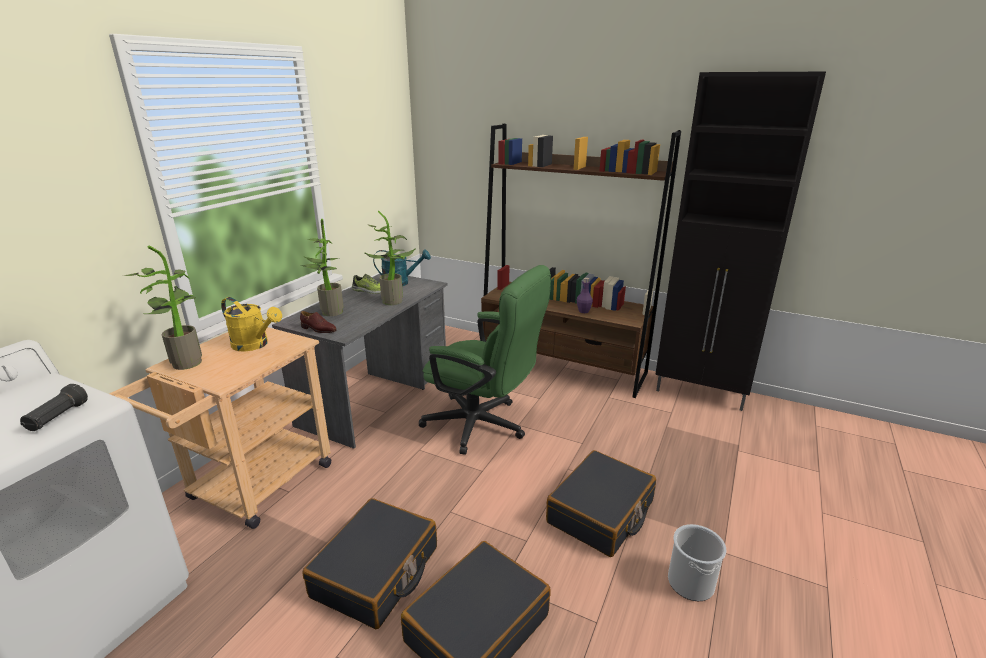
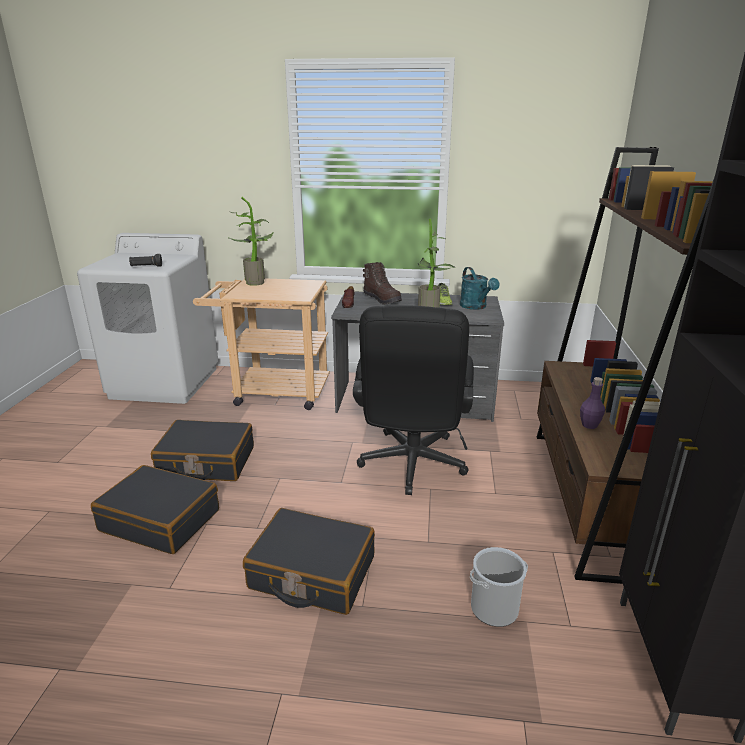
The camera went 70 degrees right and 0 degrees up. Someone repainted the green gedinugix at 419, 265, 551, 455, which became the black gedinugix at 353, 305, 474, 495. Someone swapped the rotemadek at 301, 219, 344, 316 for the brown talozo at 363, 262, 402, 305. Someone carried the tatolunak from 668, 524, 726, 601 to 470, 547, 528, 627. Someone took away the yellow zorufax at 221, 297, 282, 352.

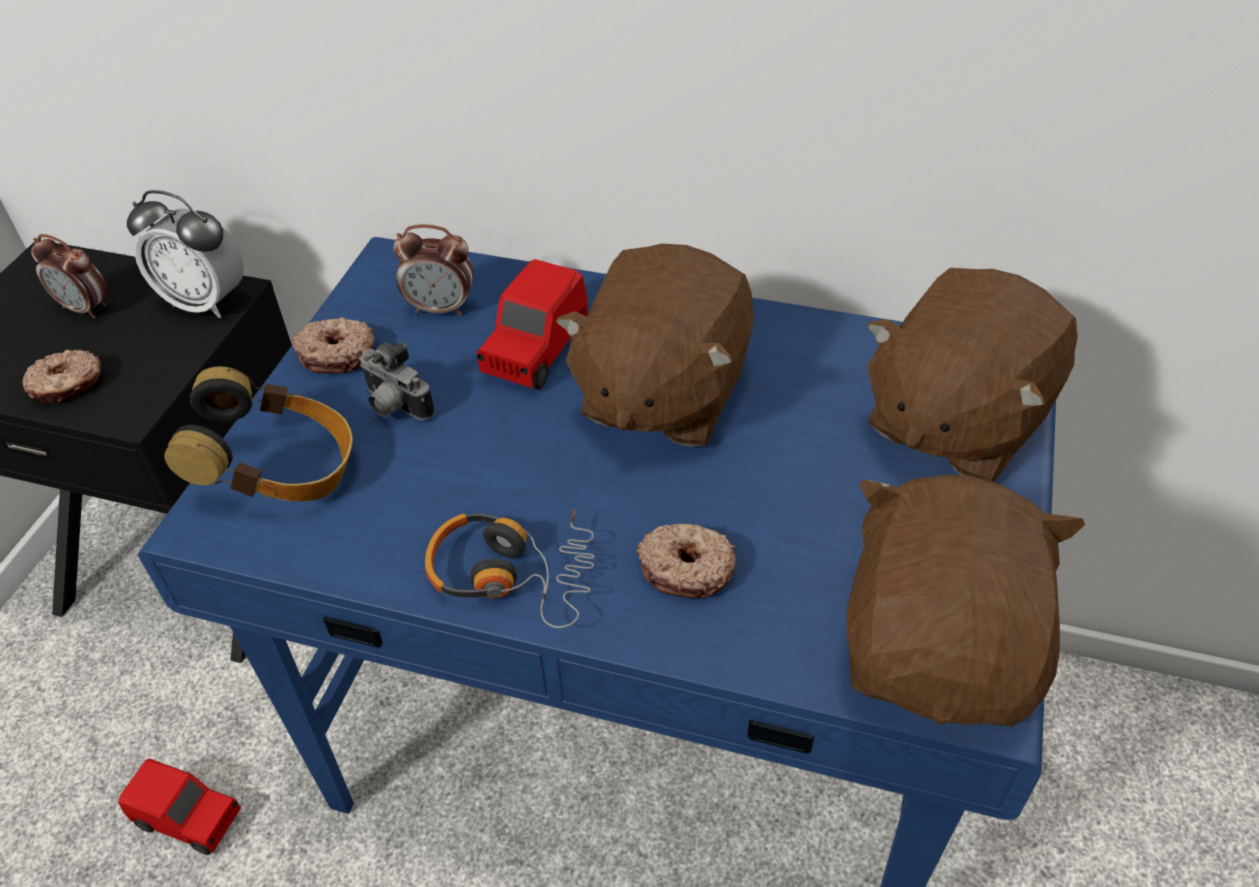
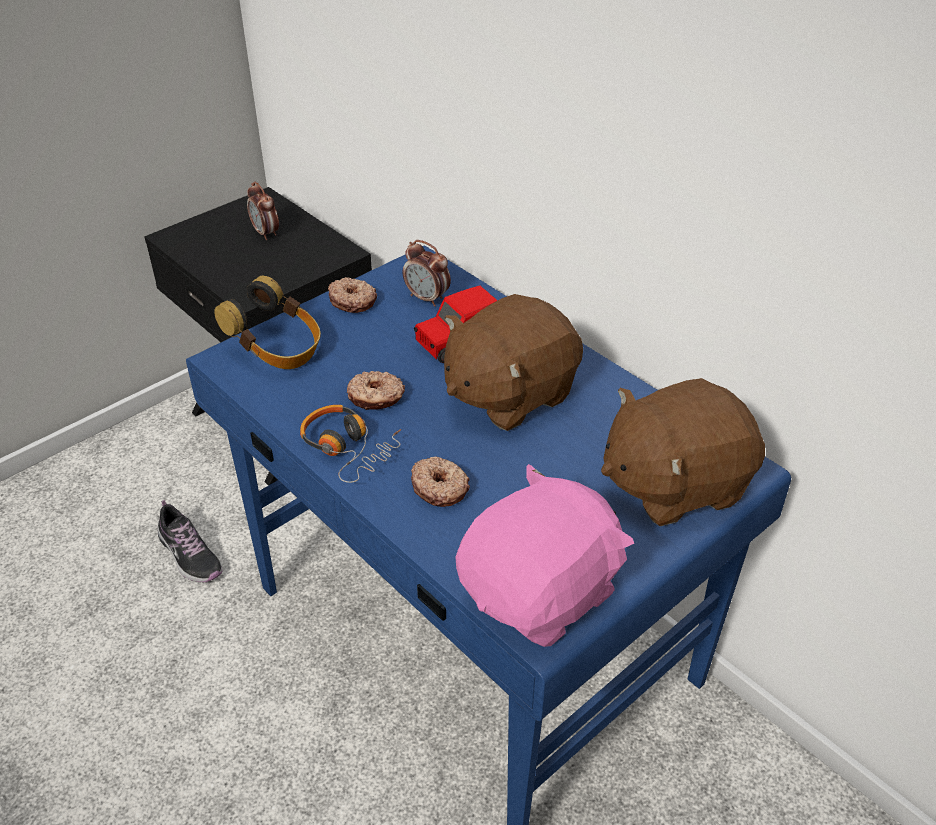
The camera went 30 degrees right and 5 degrees down. Someone swapped the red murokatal at 118, 758, 241, 855 for the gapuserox at 157, 500, 223, 582. Someone carried the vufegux from 22, 350, 101, 403 to 347, 371, 405, 410. Someone repainted the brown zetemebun at 847, 475, 1085, 726, which became the pink zetemebun at 455, 464, 634, 647. Someone took away the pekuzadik at 127, 190, 244, 318. Someone took away the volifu at 360, 342, 435, 420.

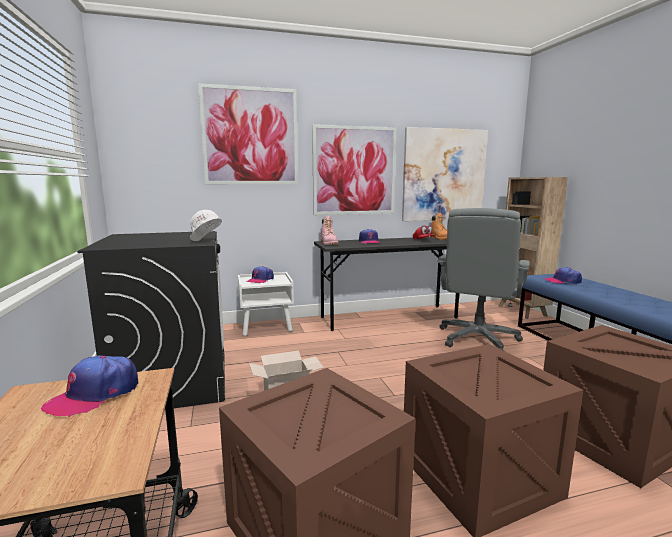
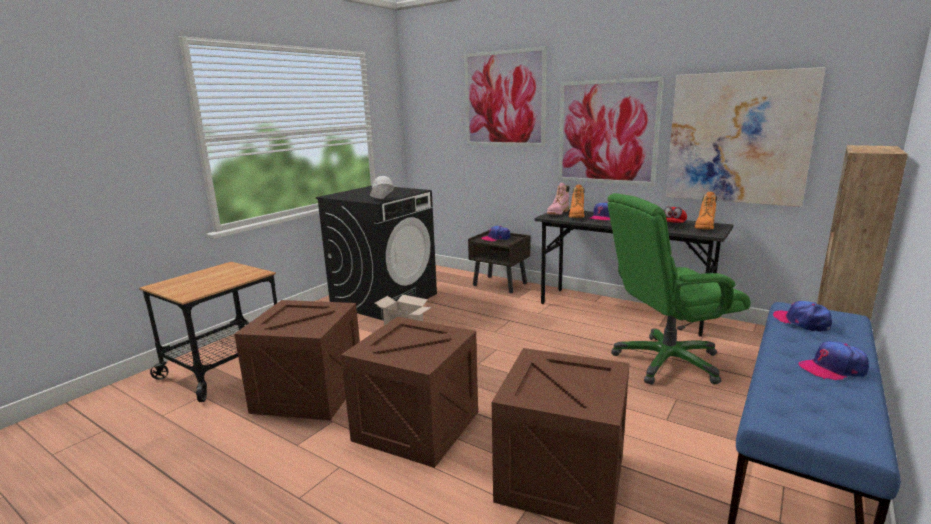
The camera went 50 degrees right and 5 degrees up. Someone repainted the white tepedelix at 238, 272, 294, 336, which became the brown tepedelix at 468, 230, 530, 293. Someone put down the orange talozo at 569, 185, 585, 218. Someone repainted the grey gedinugix at 437, 208, 530, 351, which became the green gedinugix at 608, 193, 751, 384. Someone carried the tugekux from 41, 355, 138, 417 to 799, 341, 869, 380.

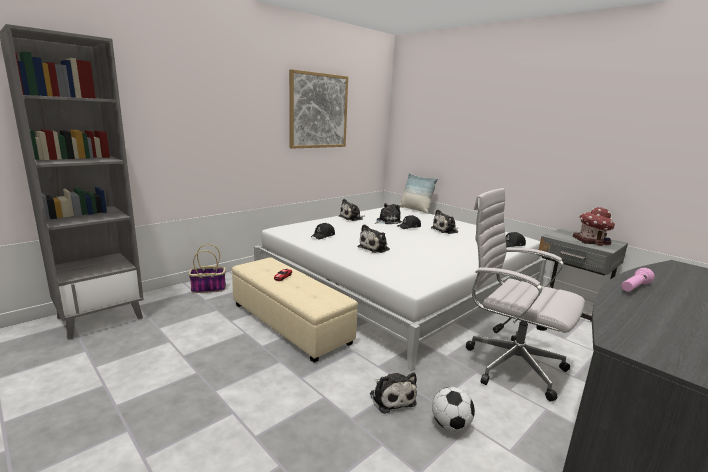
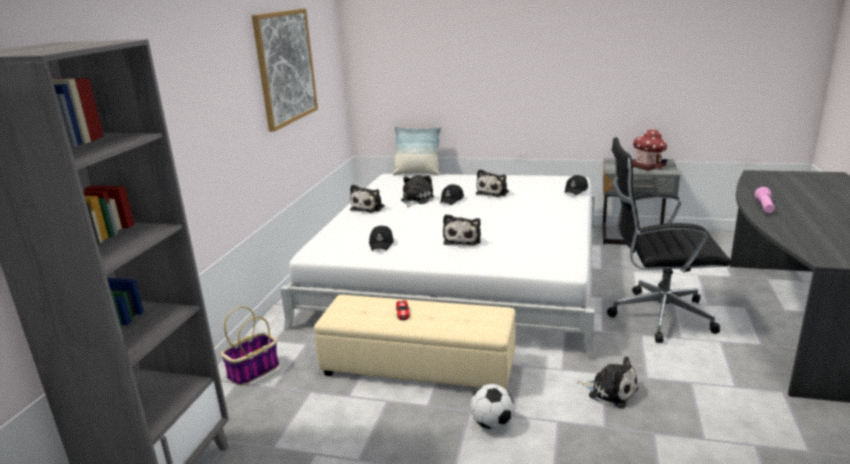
The camera went 30 degrees left and 5 degrees up. Someone carried the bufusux from 432, 387, 475, 432 to 470, 384, 514, 429. Someone repainted the white gedinugix at 466, 188, 585, 401, which became the black gedinugix at 607, 137, 731, 343.

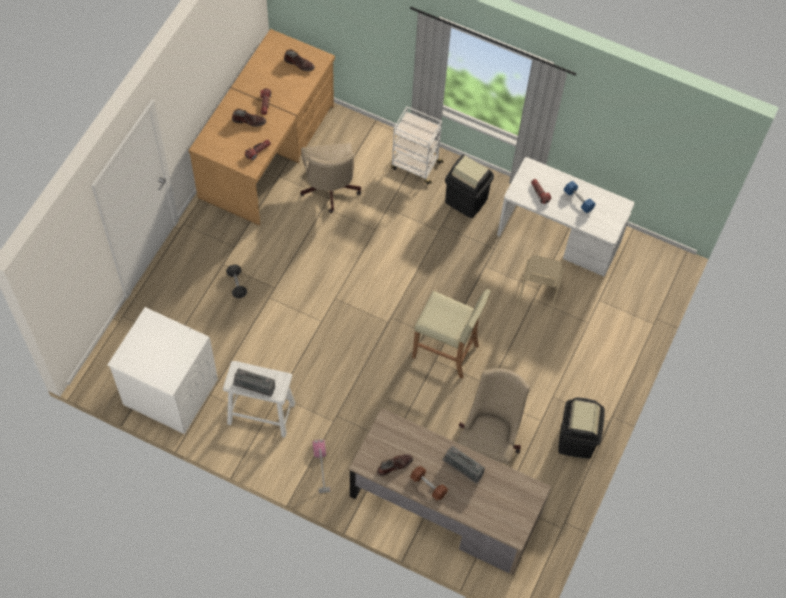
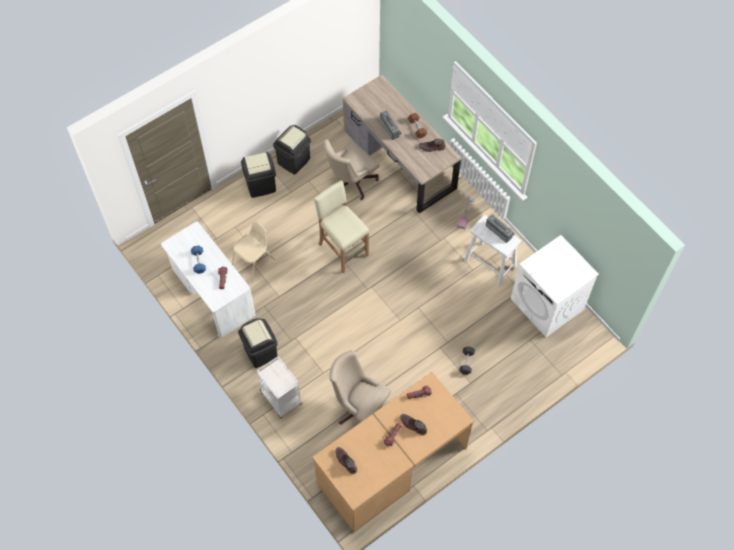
The camera went 150 degrees left and 0 degrees up. Someone put down the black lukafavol at 241, 152, 276, 198. Someone rotated the beige gedinugix at 300, 142, 361, 213 by 75 degrees counterclockwise.

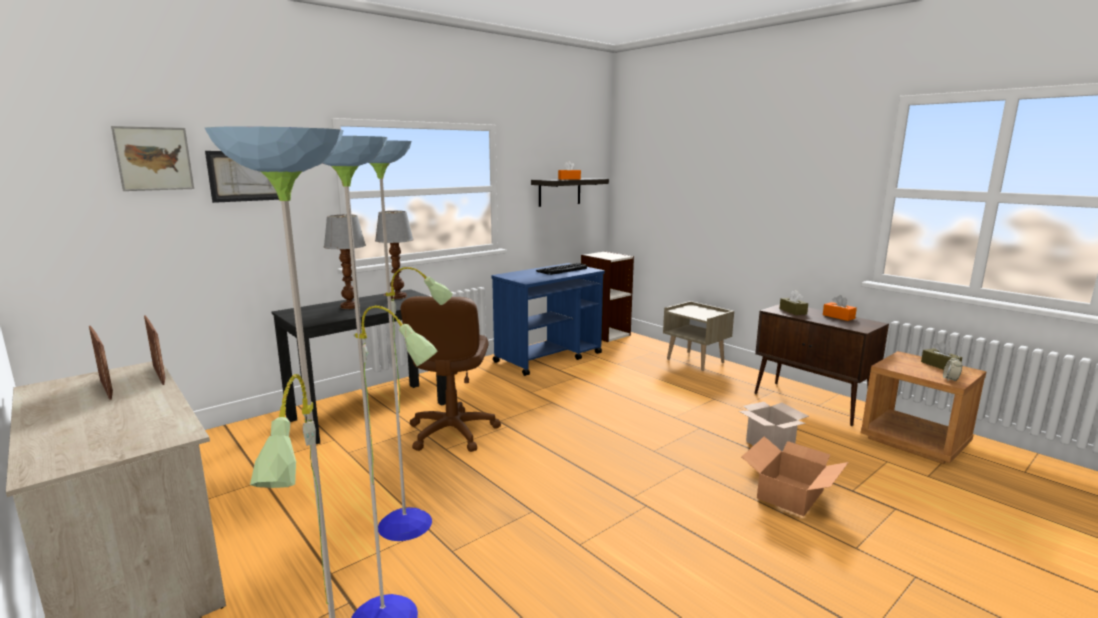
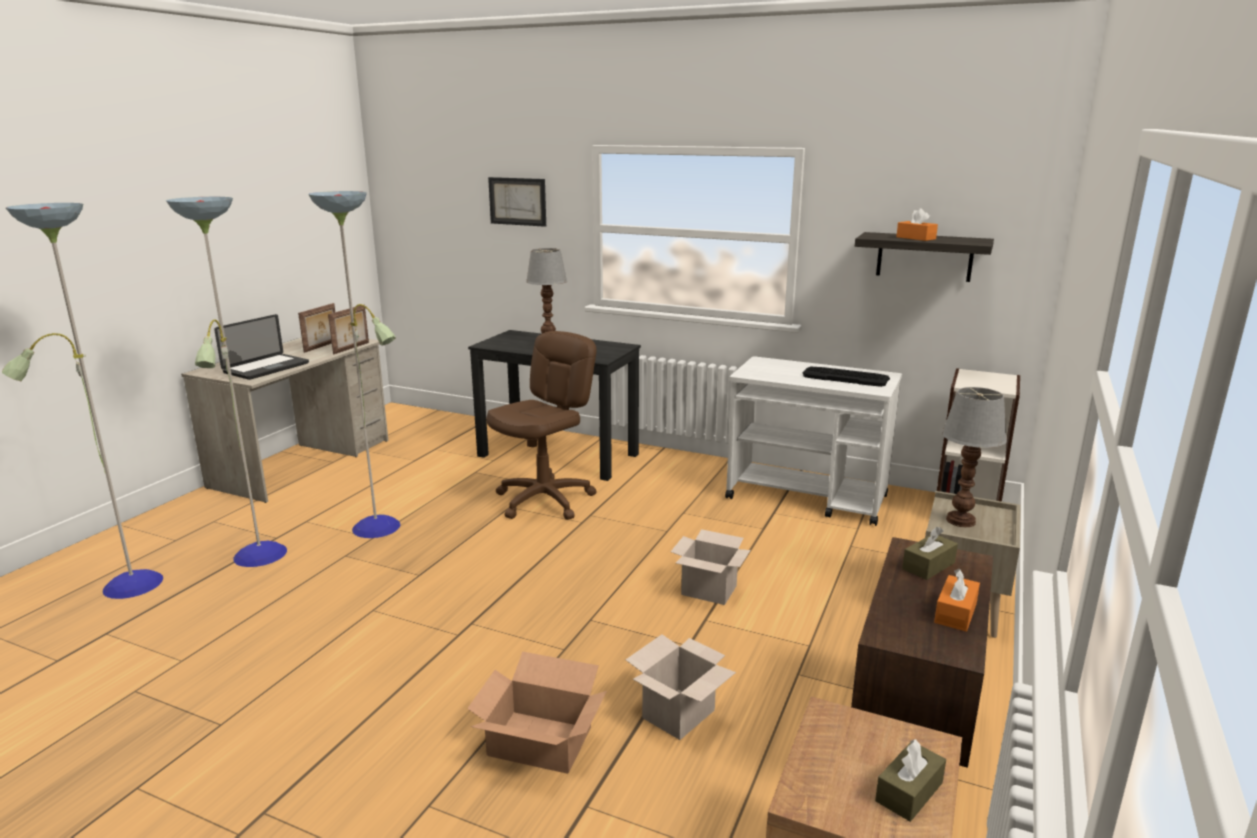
The camera went 65 degrees right and 5 degrees up. Someone put down the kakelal at 214, 314, 309, 380. Someone rotated the brown gedinugix at 401, 296, 501, 452 by 150 degrees clockwise. Someone put down the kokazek at 671, 529, 751, 605. Someone repainted the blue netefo at 491, 263, 605, 376, which became the white netefo at 725, 356, 902, 526. Someone carried the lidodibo from 375, 211, 414, 299 to 942, 387, 1007, 527. Someone took away the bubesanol at 111, 126, 194, 191. Someone took away the pekuzadik at 943, 356, 962, 381.

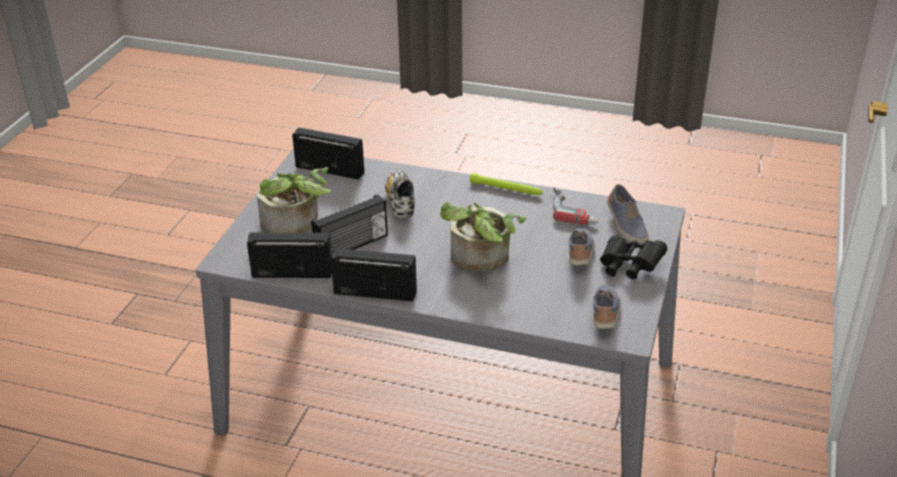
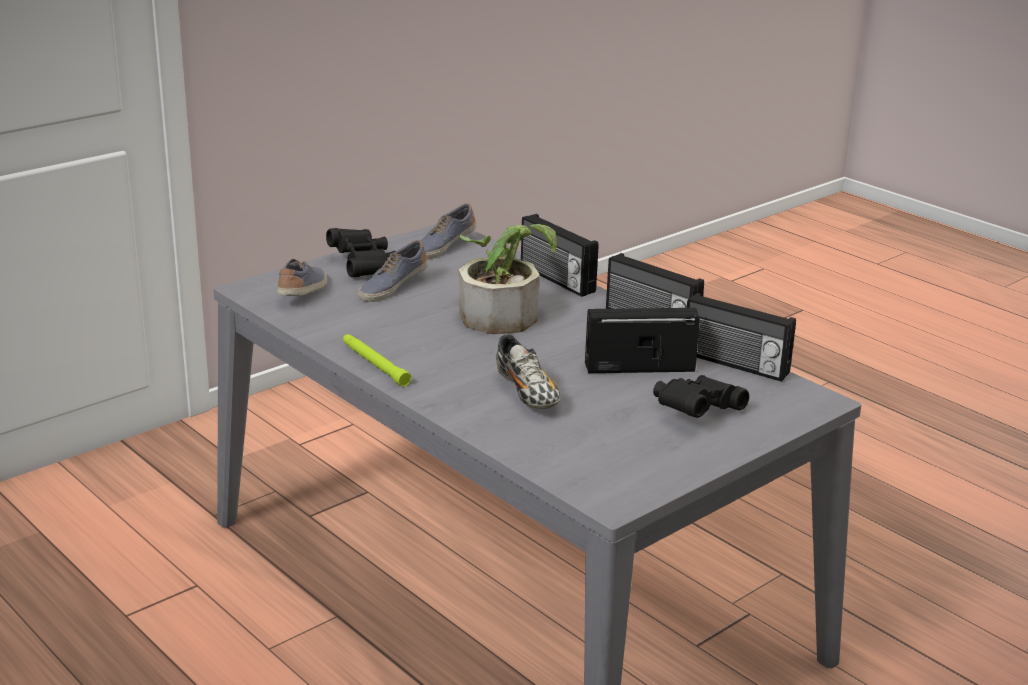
The camera went 150 degrees left and 10 degrees down. Someone rotated the gapuserox at 385, 170, 415, 218 by 45 degrees counterclockwise. Someone carried the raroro from 292, 127, 364, 180 to 521, 214, 598, 297. Someone swapped the rotemadek at 257, 167, 331, 233 for the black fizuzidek at 653, 375, 749, 418. Someone took away the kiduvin at 553, 187, 599, 225.

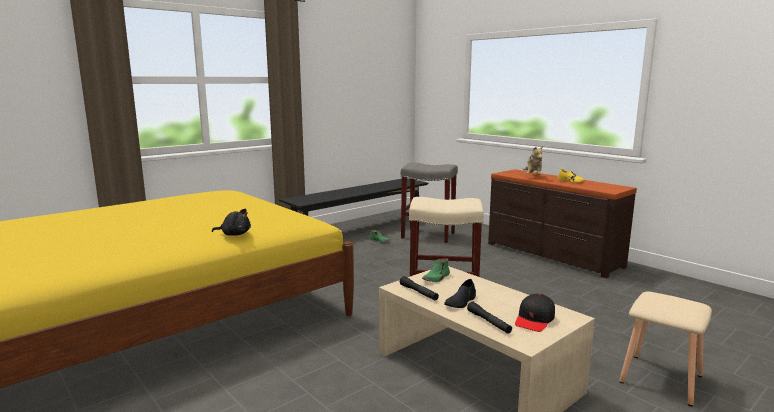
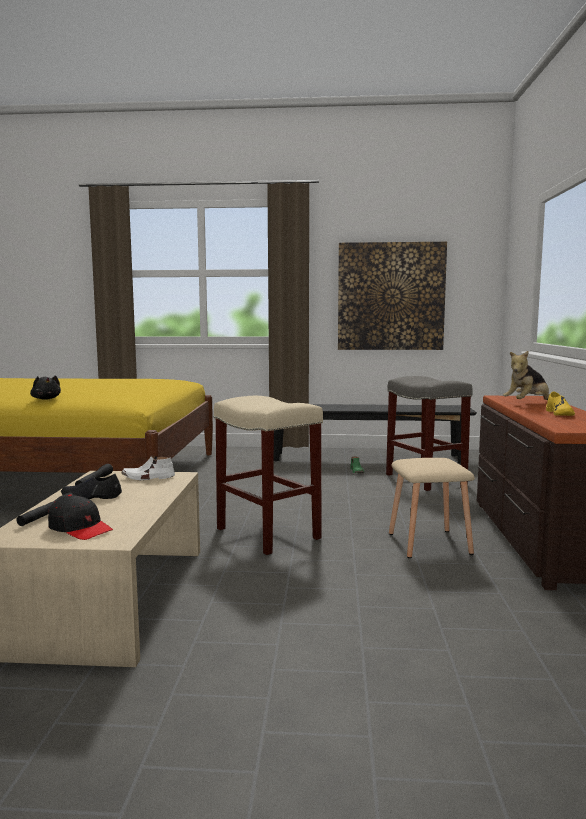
The camera went 45 degrees right and 5 degrees down. Someone rotated the black tugekux at 515, 293, 555, 332 by 135 degrees counterclockwise. Someone repainted the green gapuserox at 422, 258, 450, 282, which became the white gapuserox at 121, 456, 175, 480. Someone put up the bubesanol at 338, 242, 447, 350. Someone carried the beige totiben from 619, 291, 712, 406 to 389, 458, 475, 558.

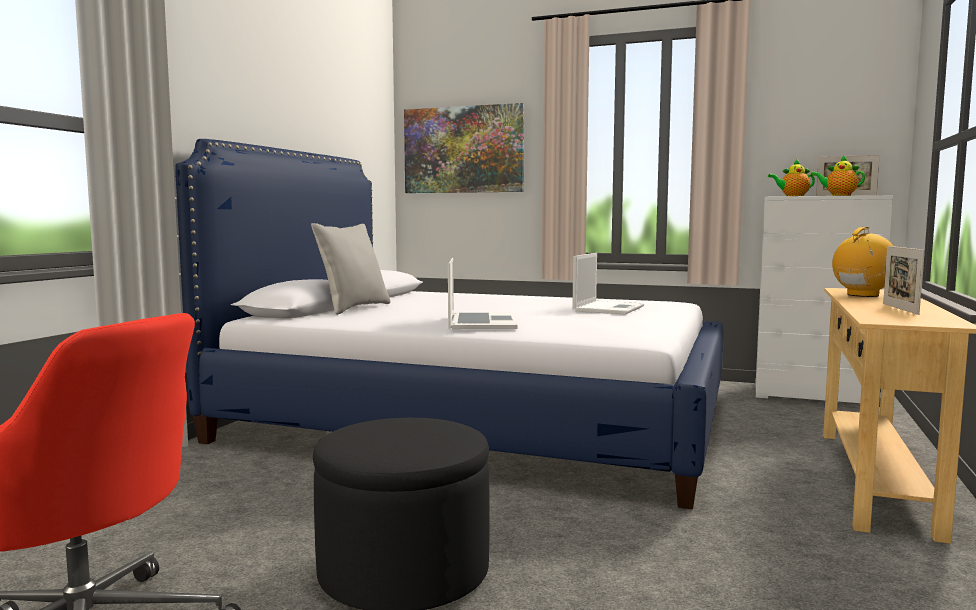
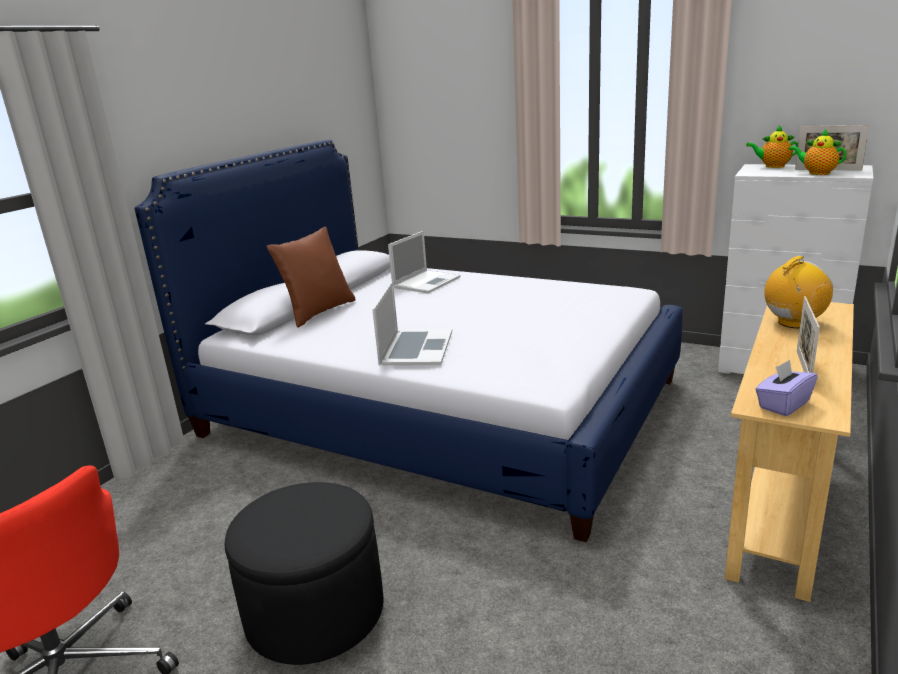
The camera went 10 degrees right and 15 degrees up. Someone repainted the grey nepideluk at 311, 223, 390, 315, which became the brown nepideluk at 267, 227, 356, 328. Someone carried the kakelal from 572, 253, 644, 315 to 388, 231, 460, 293. Someone put down the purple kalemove at 755, 360, 818, 416. Someone took away the bubesanol at 404, 103, 524, 193.

